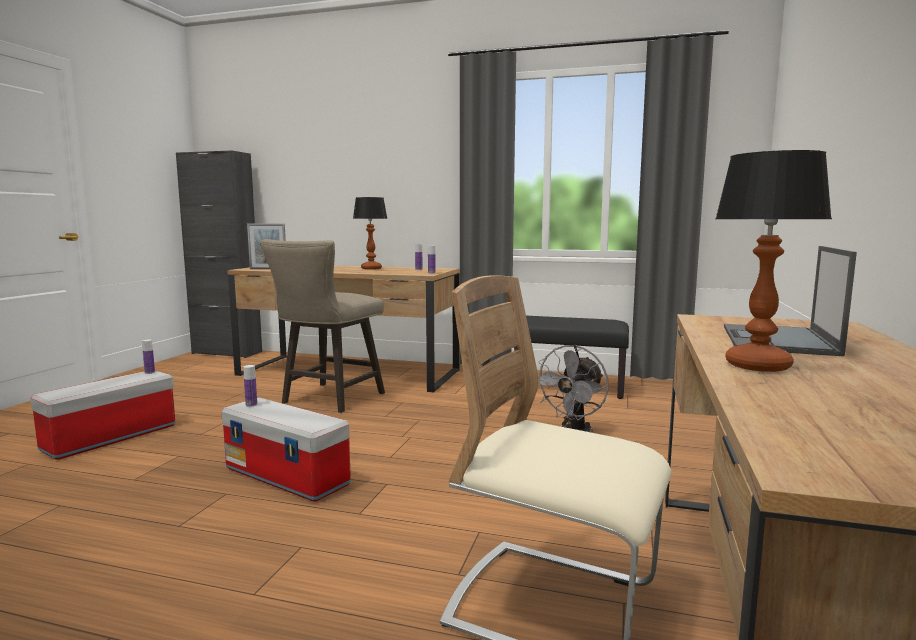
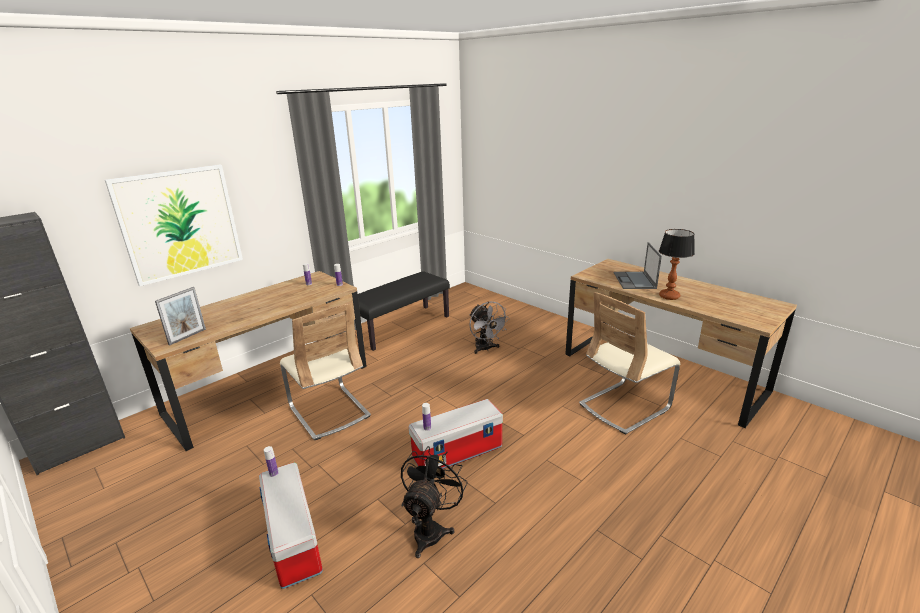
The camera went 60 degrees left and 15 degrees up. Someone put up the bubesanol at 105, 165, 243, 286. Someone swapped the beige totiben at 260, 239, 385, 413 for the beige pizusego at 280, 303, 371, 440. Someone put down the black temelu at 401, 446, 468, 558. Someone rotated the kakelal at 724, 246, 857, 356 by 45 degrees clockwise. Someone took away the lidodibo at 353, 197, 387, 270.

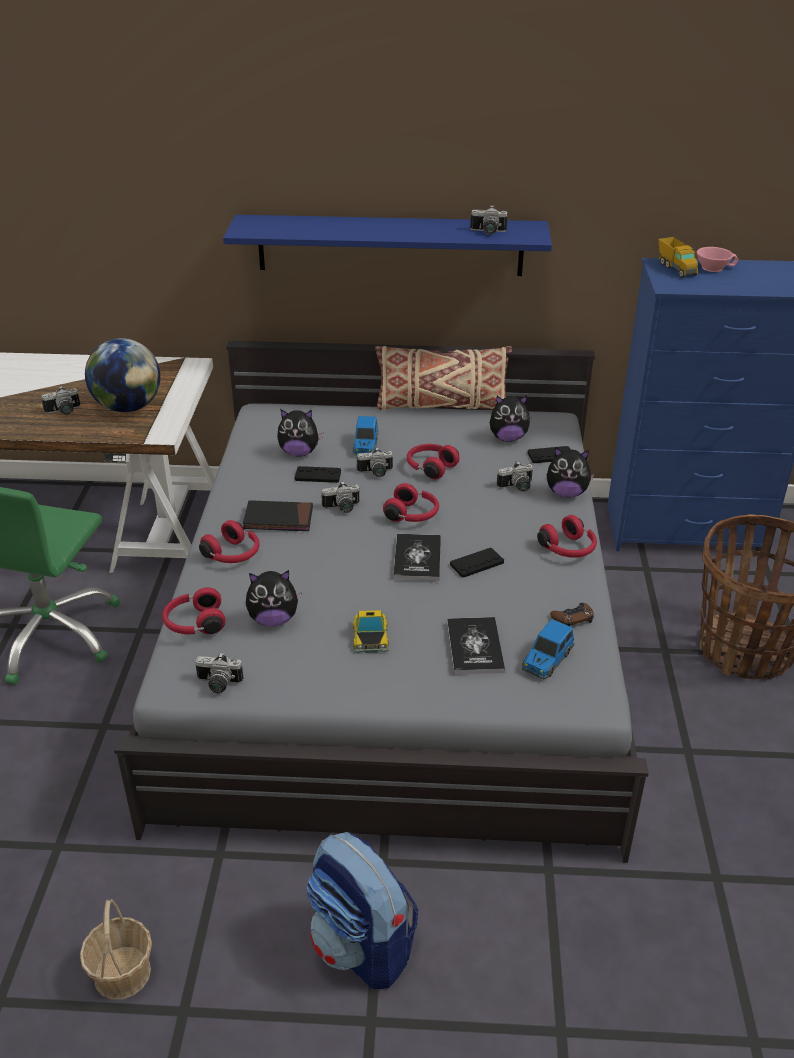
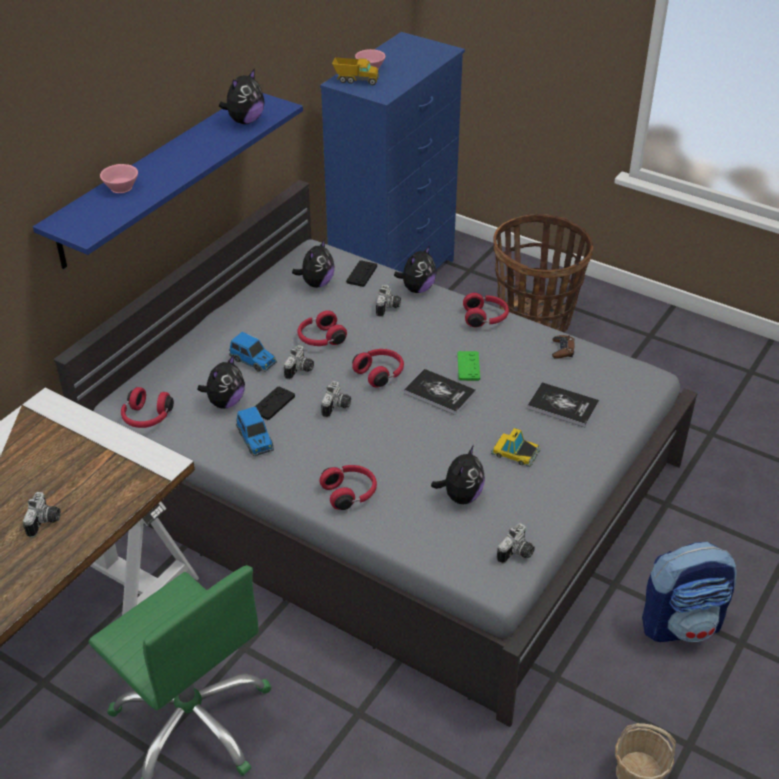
The camera went 60 degrees left and 5 degrees up. Someone put down the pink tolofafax at 100, 164, 138, 193. Someone carried the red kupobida from 163, 587, 225, 634 to 121, 387, 174, 428. Someone swapped the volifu at 470, 205, 508, 234 for the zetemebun at 219, 68, 265, 124. Someone carried the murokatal from 522, 619, 574, 680 to 236, 407, 274, 456. Someone repainted the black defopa at 450, 548, 504, 578, which became the green defopa at 458, 351, 480, 381. Someone took away the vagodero at 85, 338, 161, 412. Someone took away the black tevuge at 243, 500, 313, 531. Someone took away the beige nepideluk at 375, 346, 512, 410.

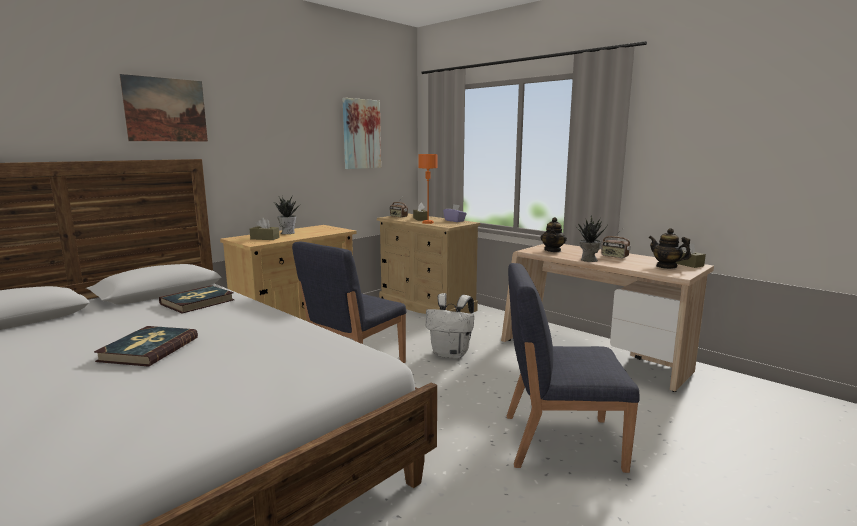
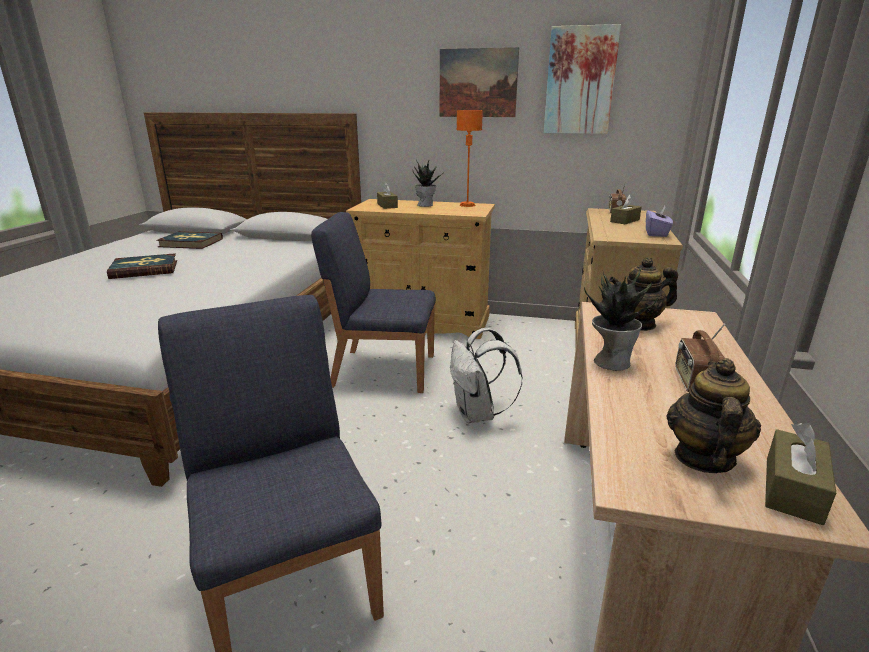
The camera went 60 degrees right and 10 degrees up. Someone carried the tevuge from 159, 285, 234, 314 to 156, 231, 223, 249. Someone carried the bubesanol from 119, 74, 208, 142 to 440, 47, 519, 117. Someone carried the orange lidodibo from 419, 154, 438, 224 to 456, 110, 483, 207.

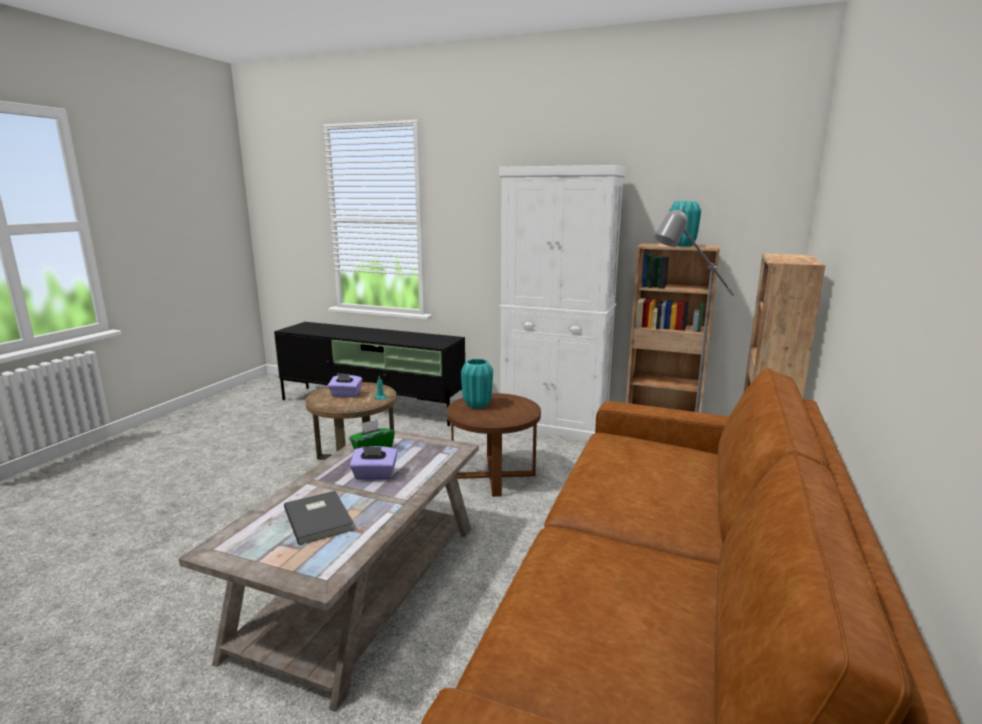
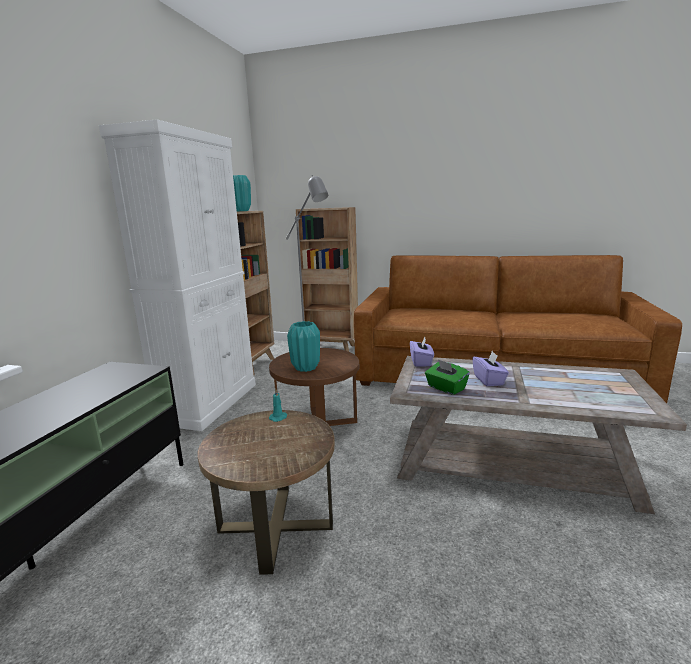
The camera went 95 degrees left and 0 degrees up. Someone carried the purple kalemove from 328, 373, 362, 397 to 410, 337, 434, 367. Someone took away the grey tevuge at 284, 491, 354, 545.

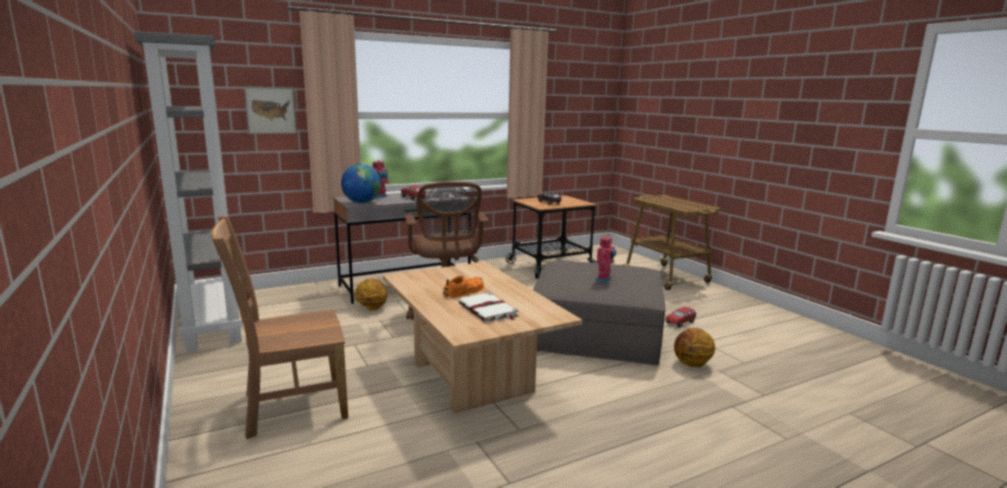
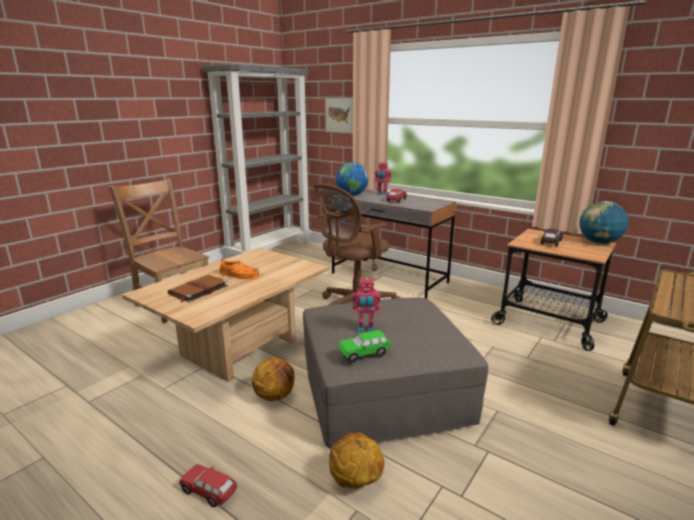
The camera went 65 degrees right and 5 degrees up. Someone repainted the white tevuge at 459, 292, 518, 323, which became the brown tevuge at 168, 275, 228, 303. Someone carried the red murokatal from 666, 307, 696, 328 to 179, 464, 237, 507. Someone carried the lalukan from 355, 278, 387, 311 to 252, 358, 295, 401. Someone put down the green murokatal at 338, 330, 391, 363. Someone put down the vagodero at 579, 201, 628, 244.

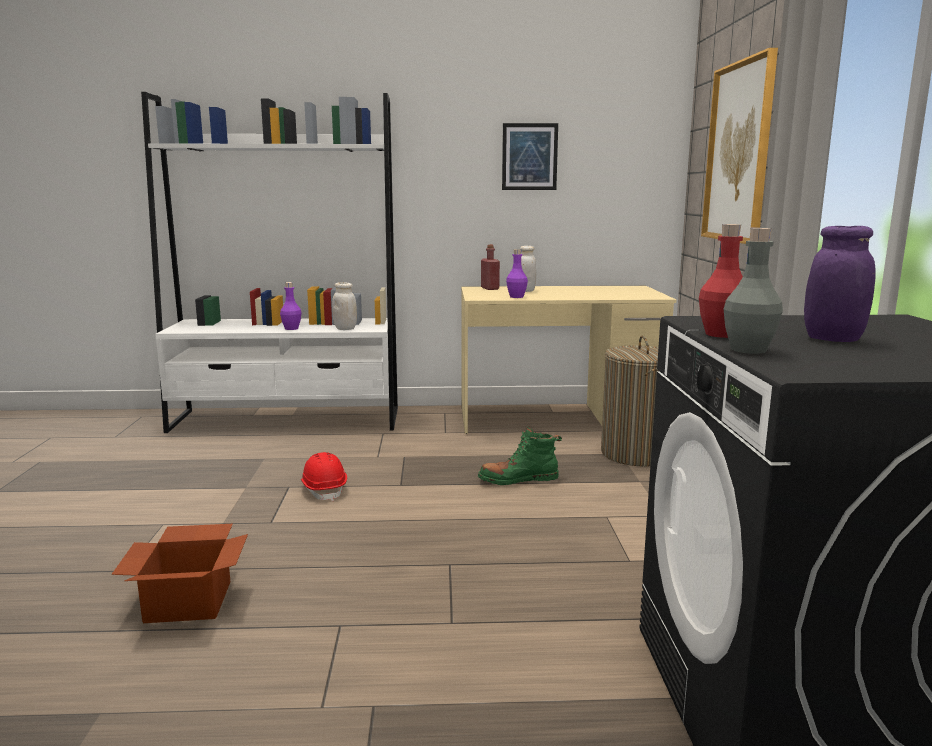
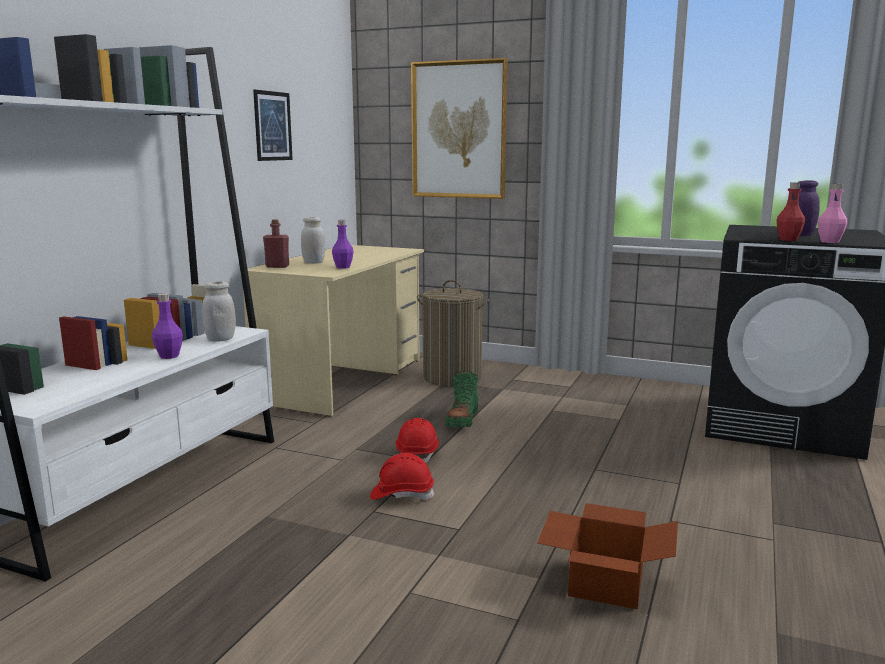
The camera went 65 degrees left and 0 degrees up. Someone put down the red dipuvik at 396, 418, 439, 463. Someone repainted the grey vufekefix at 724, 228, 783, 354, which became the pink vufekefix at 818, 183, 847, 243.

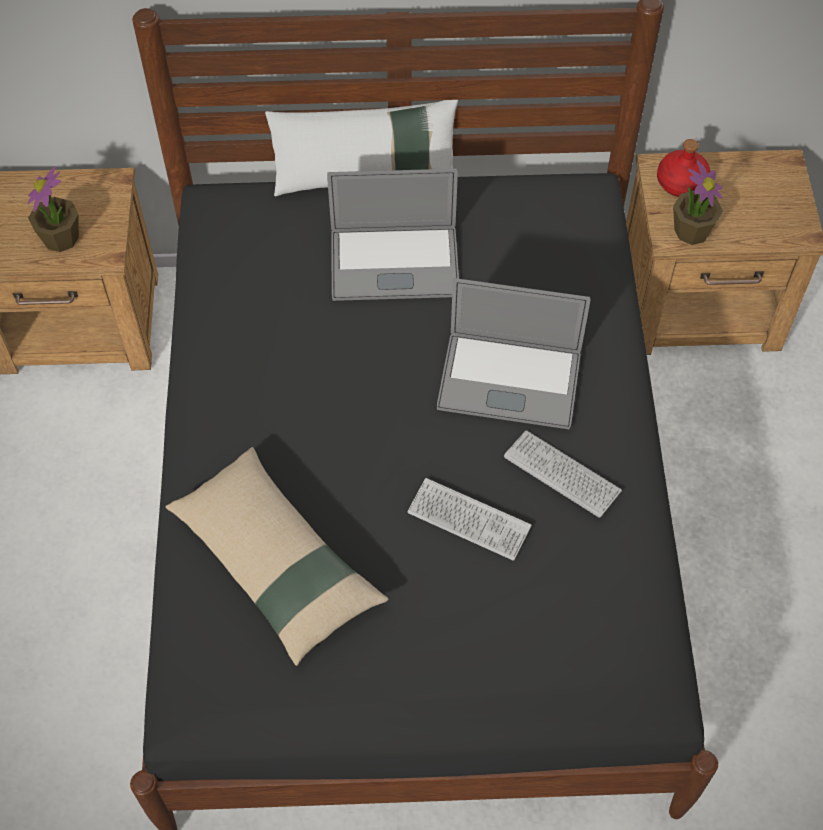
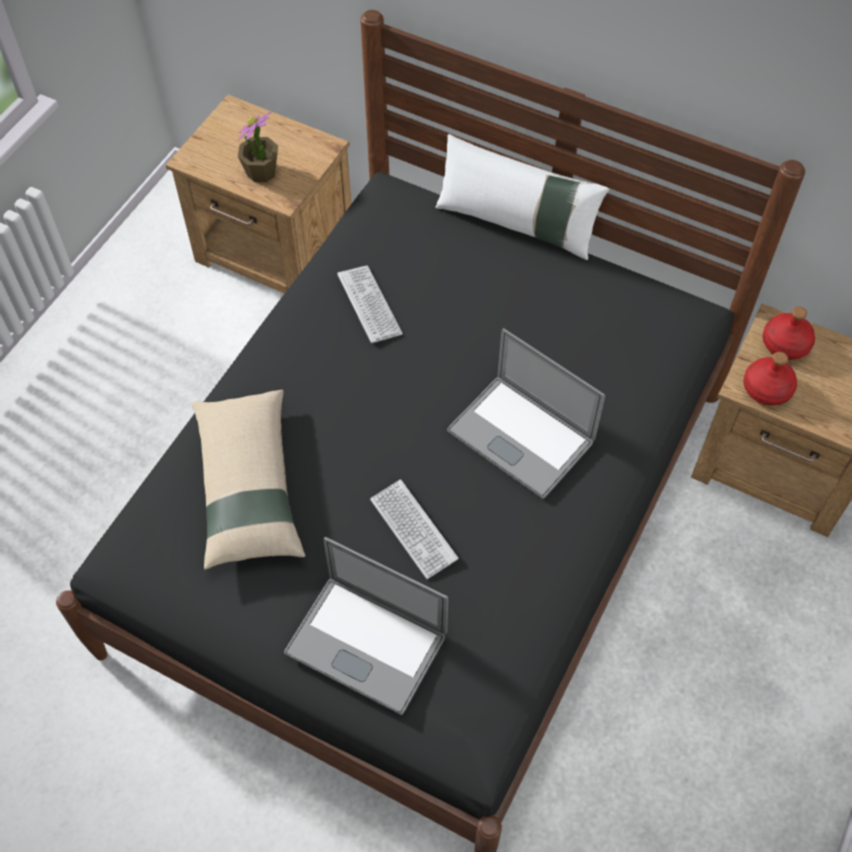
The camera went 30 degrees right and 0 degrees up. Someone carried the kakelal from 327, 169, 459, 301 to 284, 537, 448, 715. Someone carried the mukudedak from 504, 430, 622, 518 to 337, 265, 403, 343. Someone swapped the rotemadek at 673, 160, 723, 245 for the red vufekefix at 743, 352, 797, 406.

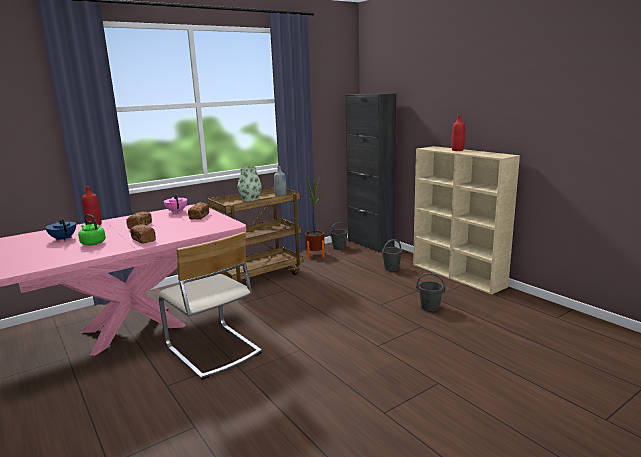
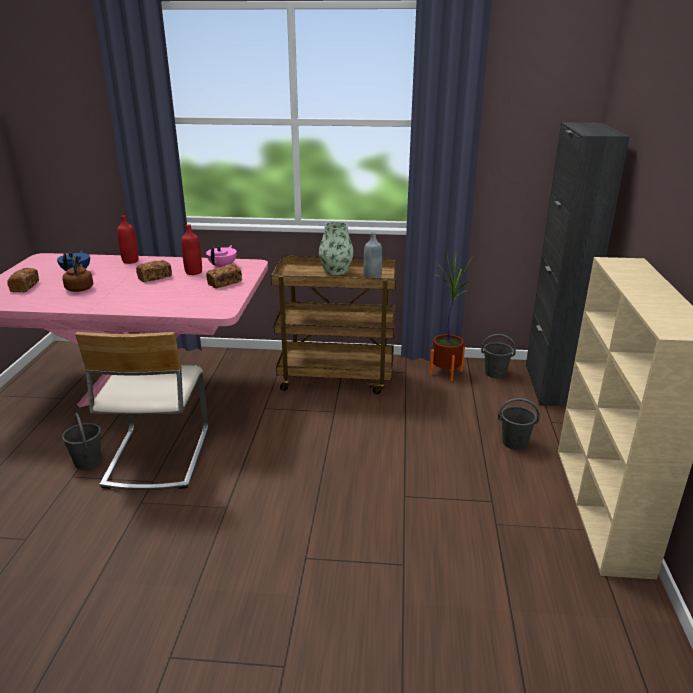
The camera went 40 degrees right and 10 degrees up. Someone carried the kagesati from 130, 224, 156, 243 to 7, 268, 39, 292. Someone repainted the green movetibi at 78, 214, 106, 245, which became the brown movetibi at 62, 255, 93, 292. Someone carried the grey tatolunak from 416, 273, 446, 312 to 62, 413, 101, 469. Someone carried the red vufekefix from 452, 115, 465, 151 to 181, 224, 202, 275.

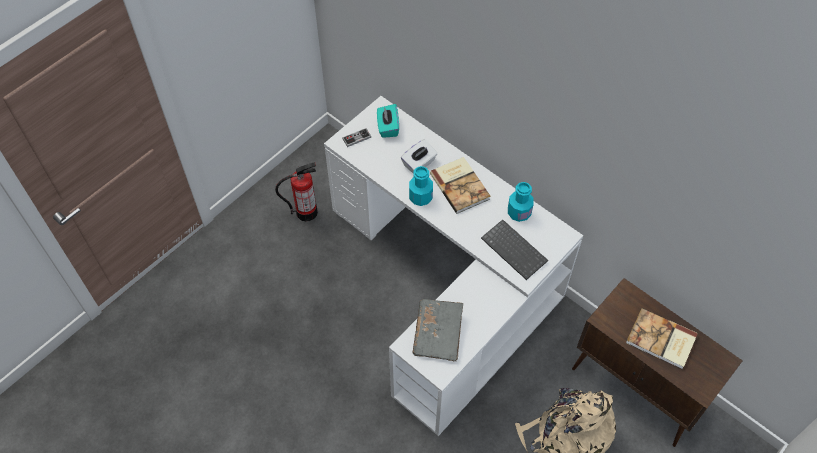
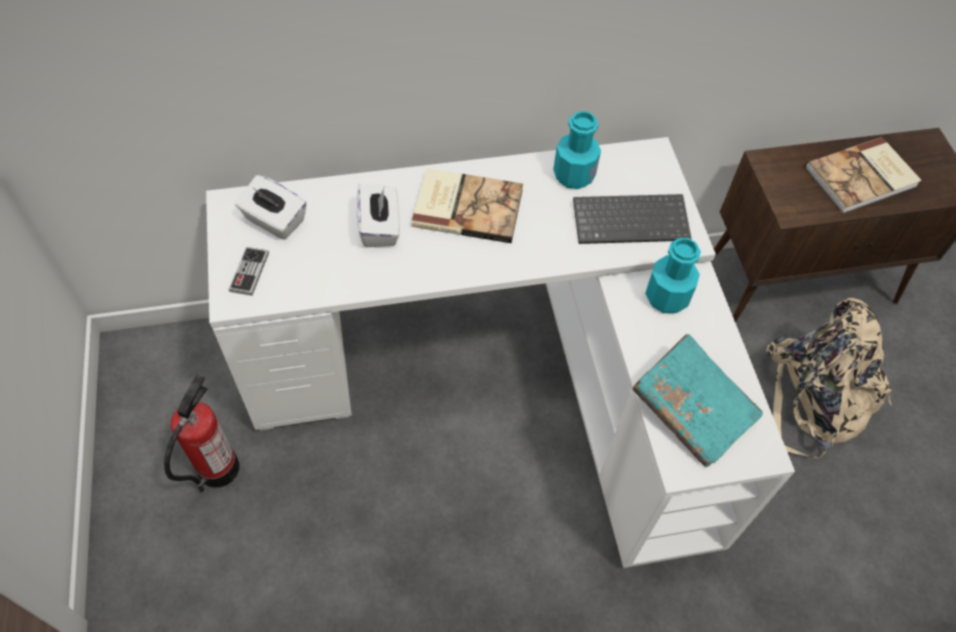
The camera went 55 degrees left and 0 degrees up. Someone repainted the turquoise kalemove at 377, 104, 399, 138, which became the white kalemove at 235, 175, 307, 240. Someone repainted the grey tevuge at 412, 299, 463, 361, which became the turquoise tevuge at 632, 334, 763, 467. Someone carried the turquoise vufekefix from 409, 166, 433, 206 to 645, 238, 701, 313.

